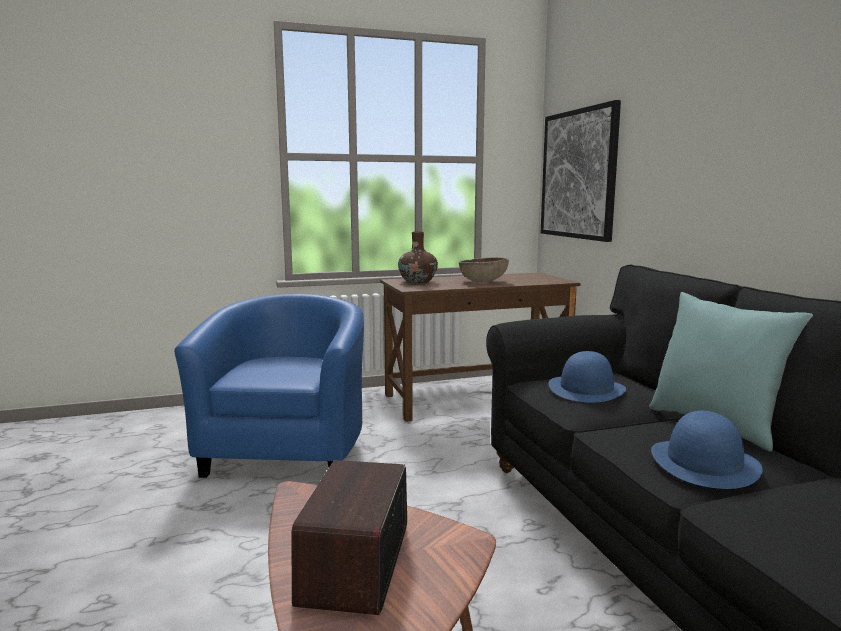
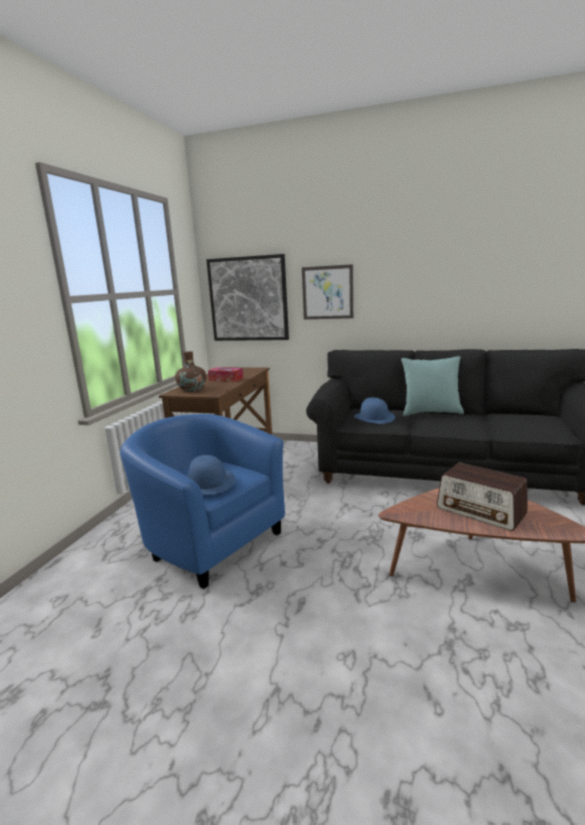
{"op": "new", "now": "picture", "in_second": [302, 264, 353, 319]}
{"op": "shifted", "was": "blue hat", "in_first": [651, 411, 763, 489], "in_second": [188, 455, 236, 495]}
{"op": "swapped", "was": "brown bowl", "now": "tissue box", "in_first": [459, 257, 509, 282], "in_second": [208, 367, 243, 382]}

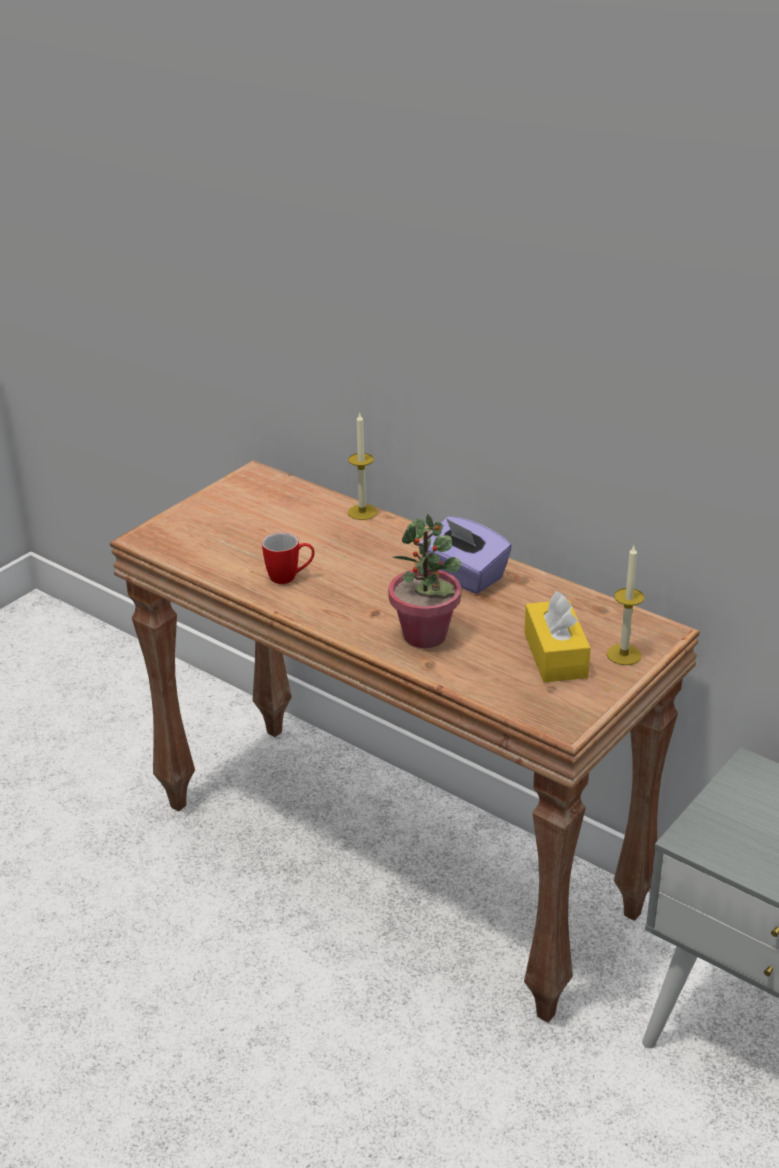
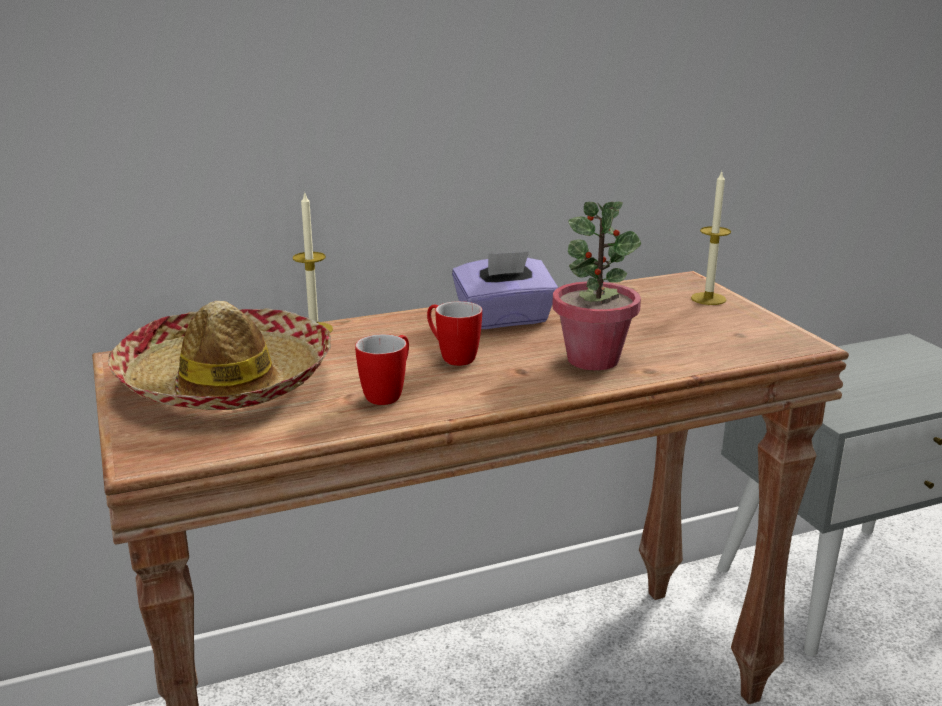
{"op": "gone", "was": "yellow tissue box", "in_first": [525, 591, 590, 682]}
{"op": "new", "now": "hat", "in_second": [108, 301, 331, 410]}
{"op": "new", "now": "mug", "in_second": [427, 301, 482, 366]}

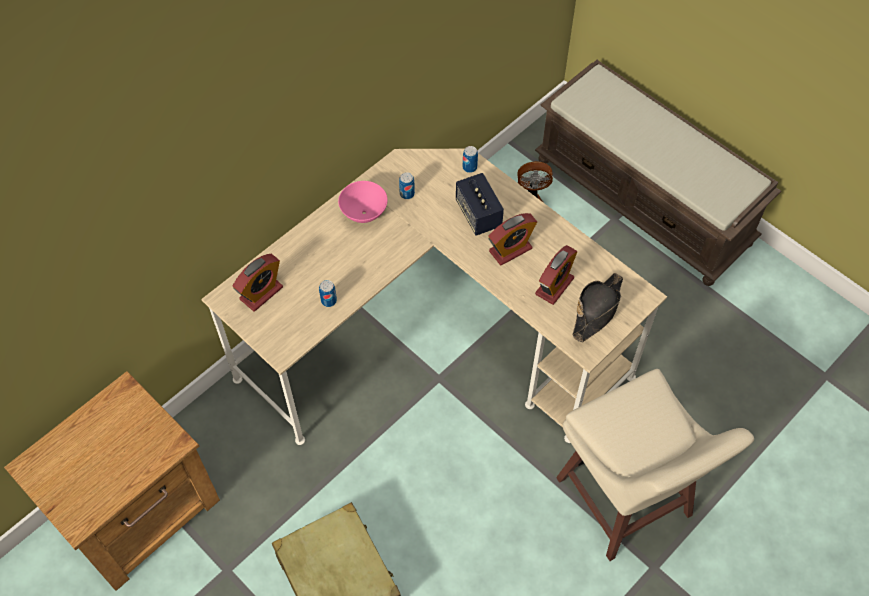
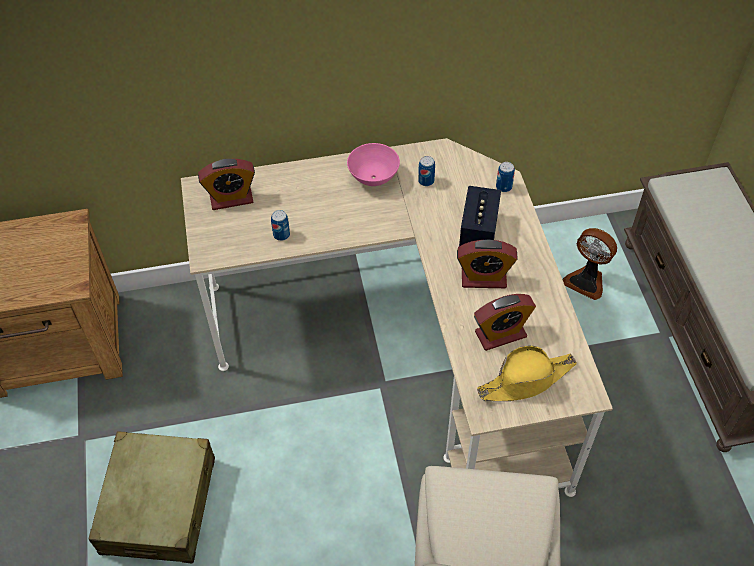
{"op": "repainted", "was": "black hat", "now": "yellow hat", "in_first": [572, 273, 623, 342], "in_second": [477, 345, 577, 401]}

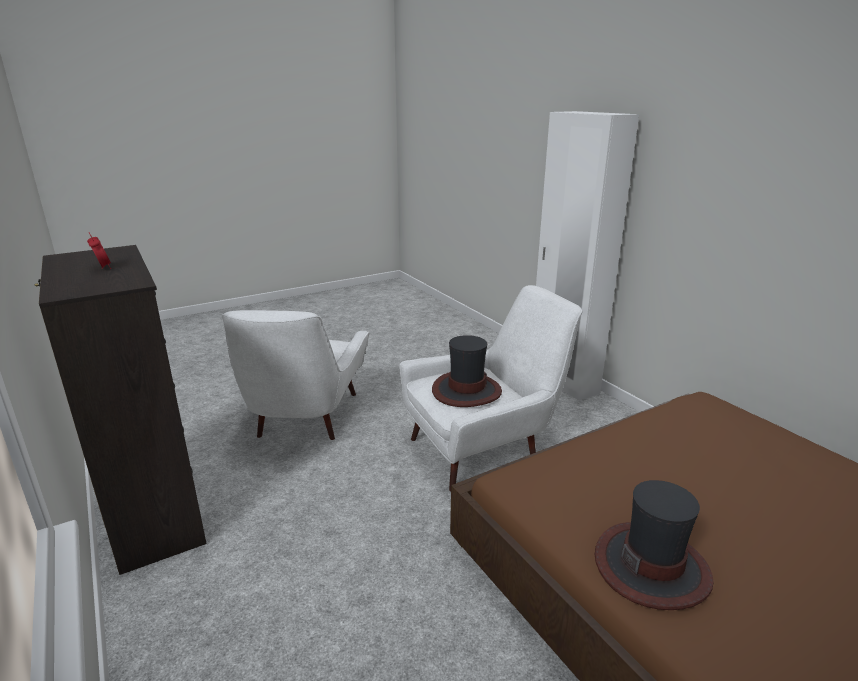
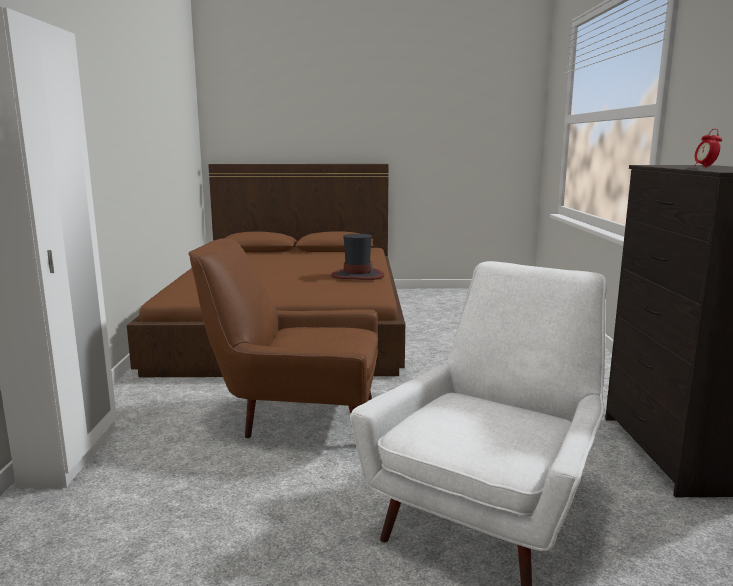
{"op": "gone", "was": "hat", "in_first": [432, 335, 502, 407]}
{"op": "repainted", "was": "white armchair", "now": "brown armchair", "in_first": [399, 285, 582, 491], "in_second": [188, 238, 378, 438]}

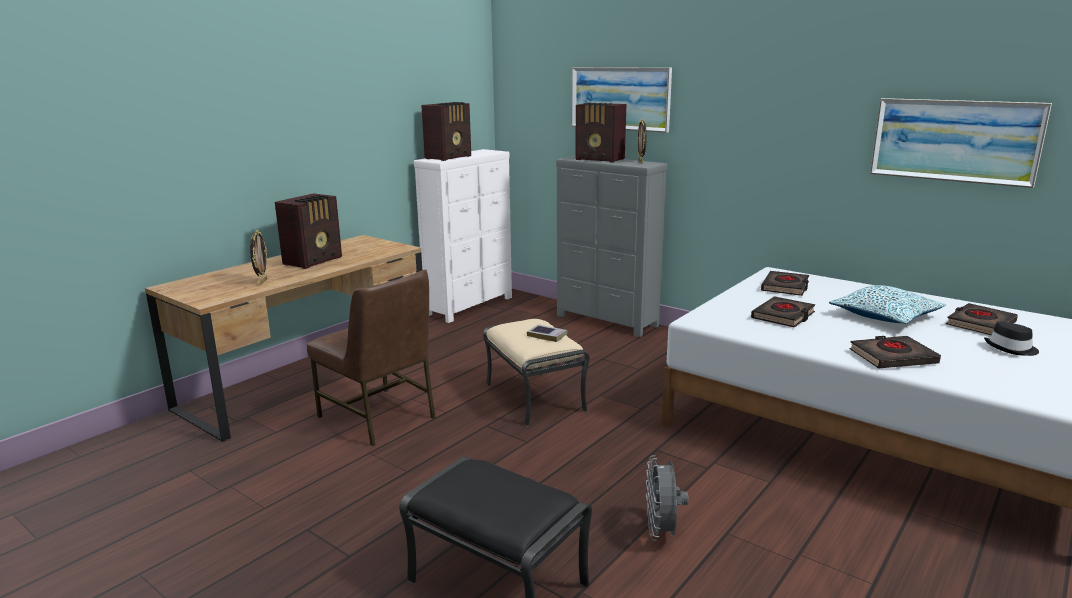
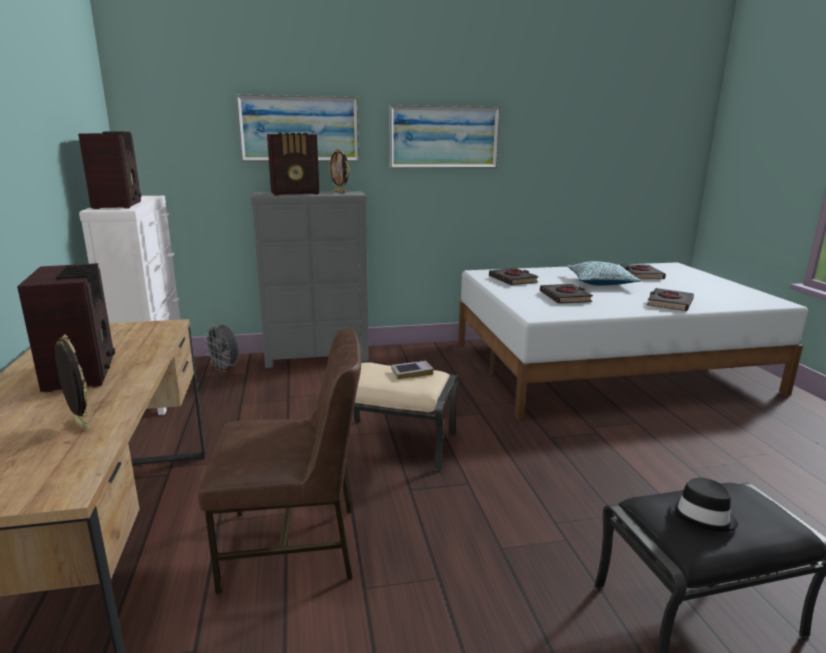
{"op": "shifted", "was": "grey fan", "in_first": [646, 455, 689, 541], "in_second": [203, 324, 239, 372]}
{"op": "shifted", "was": "picture", "in_first": [870, 98, 1052, 188], "in_second": [390, 105, 500, 169]}
{"op": "shifted", "was": "black hat", "in_first": [984, 322, 1039, 356], "in_second": [669, 477, 738, 532]}

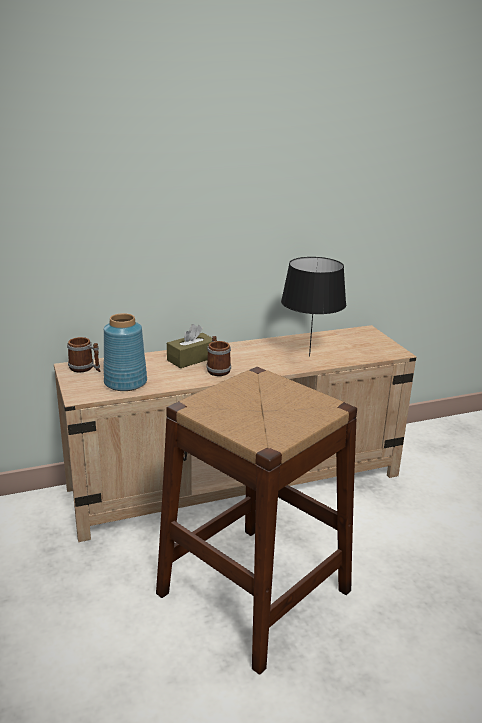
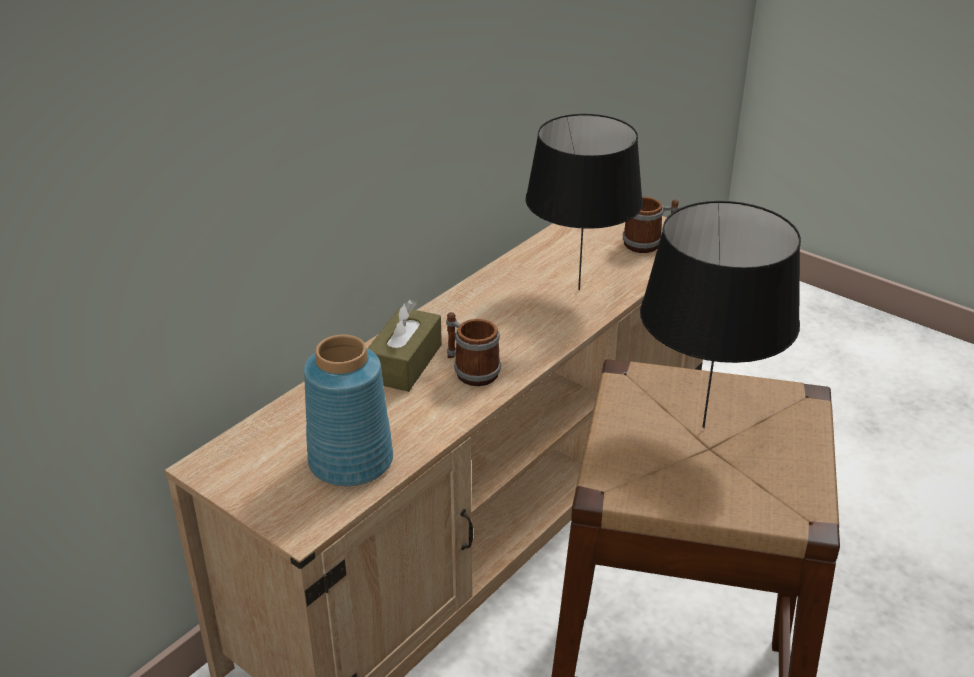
{"op": "new", "now": "black table lamp", "in_second": [640, 201, 801, 428]}
{"op": "shifted", "was": "mug", "in_first": [67, 337, 101, 372], "in_second": [623, 197, 679, 253]}

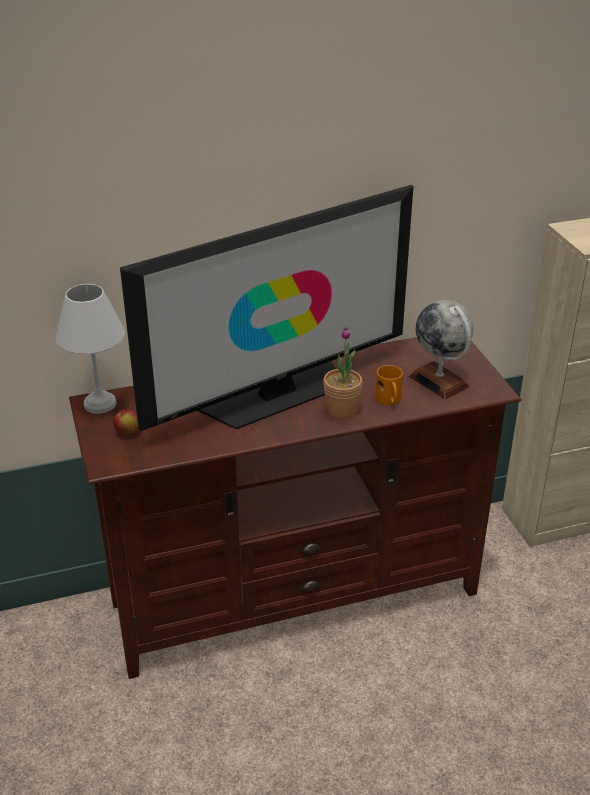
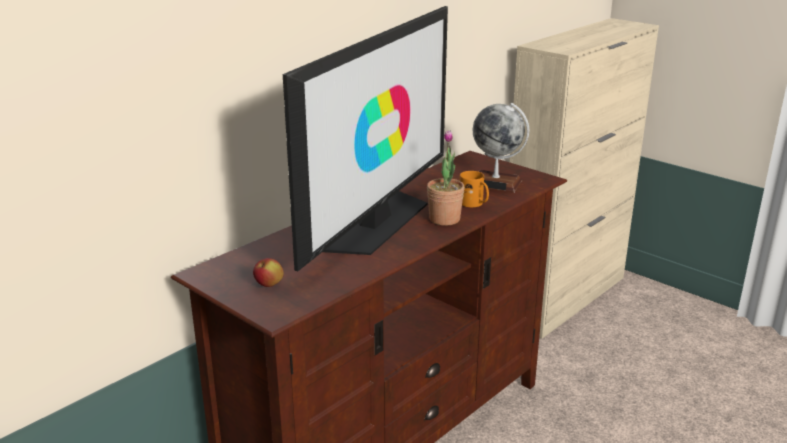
{"op": "gone", "was": "white table lamp", "in_first": [56, 284, 125, 414]}

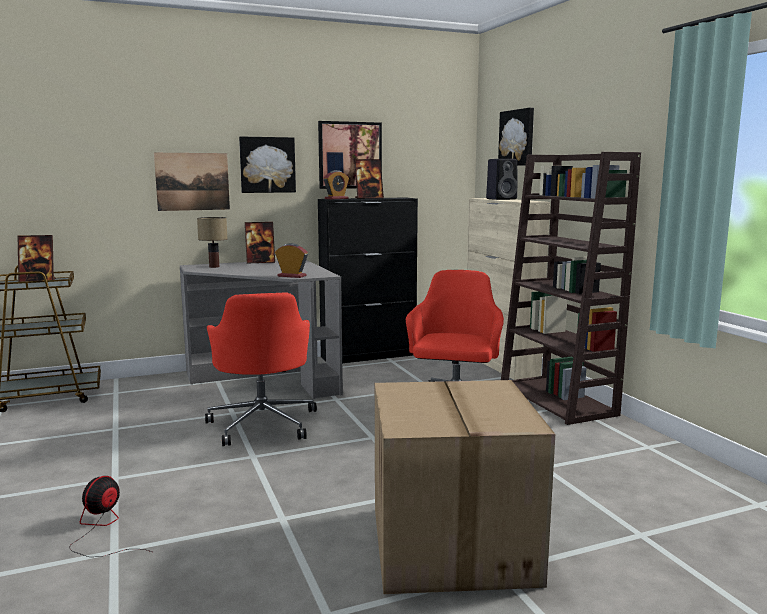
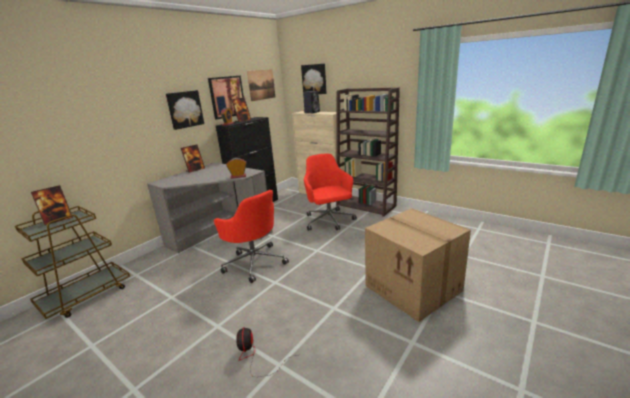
{"op": "gone", "was": "table lamp", "in_first": [197, 217, 227, 268]}
{"op": "shifted", "was": "picture", "in_first": [154, 153, 230, 211], "in_second": [247, 69, 276, 101]}

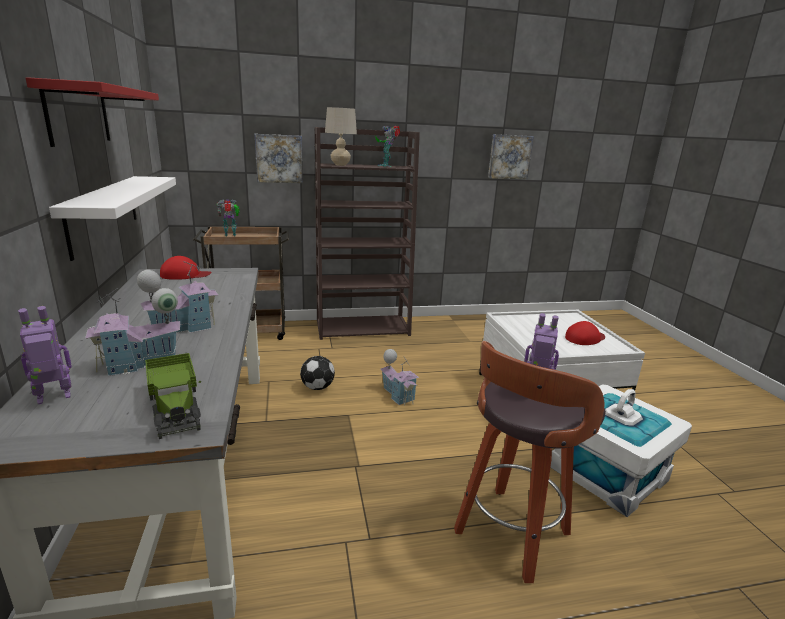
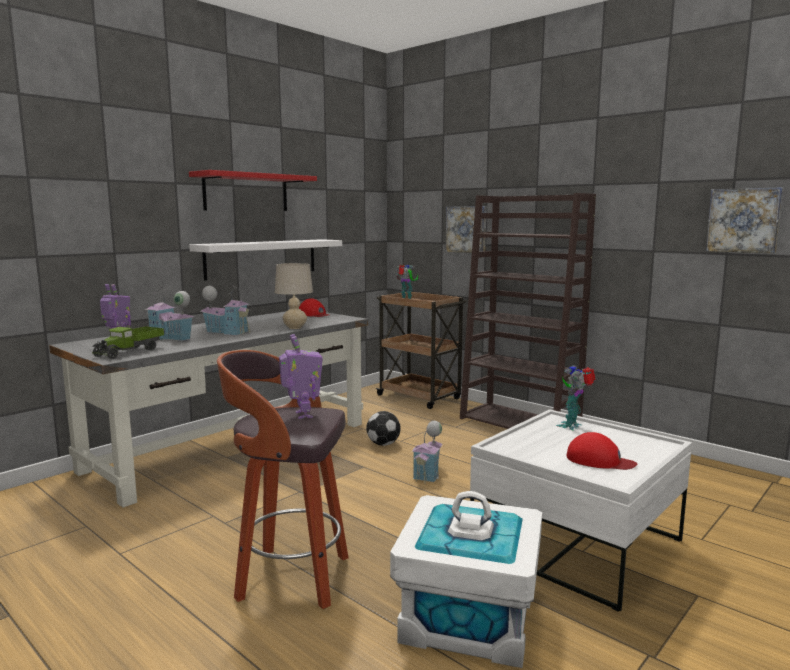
{"op": "shifted", "was": "beige table lamp", "in_first": [325, 107, 357, 166], "in_second": [275, 263, 313, 329]}
{"op": "shifted", "was": "toy robot", "in_first": [375, 126, 400, 167], "in_second": [556, 365, 596, 431]}

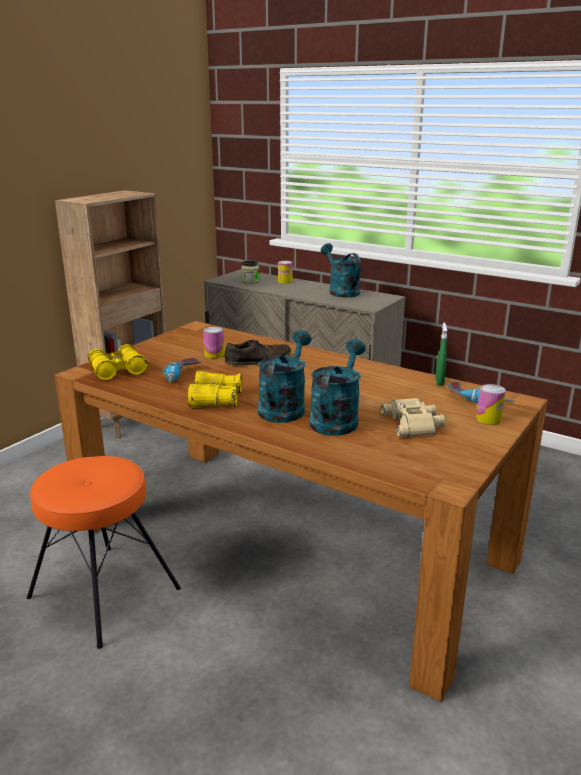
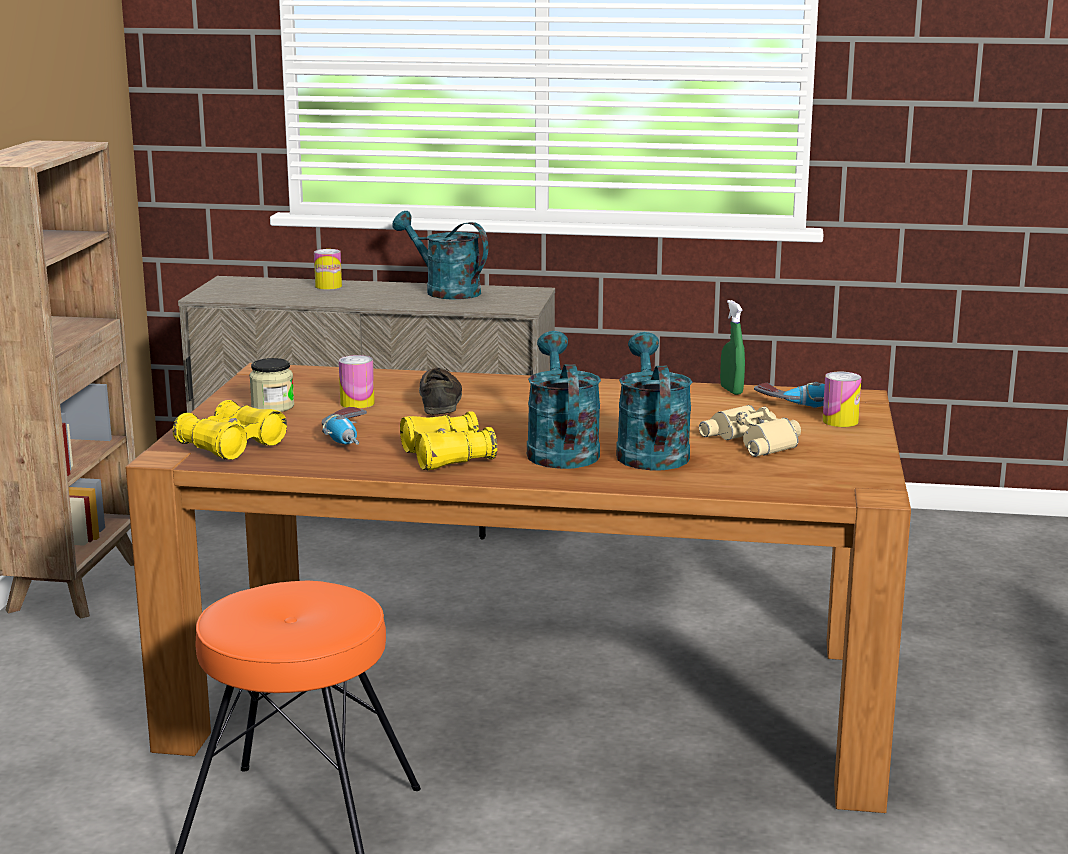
{"op": "shifted", "was": "jar", "in_first": [241, 260, 260, 283], "in_second": [249, 358, 294, 412]}
{"op": "rotated", "was": "brown shoe", "in_first": [225, 340, 291, 366], "in_second": [419, 368, 462, 415], "clockwise": -45}

